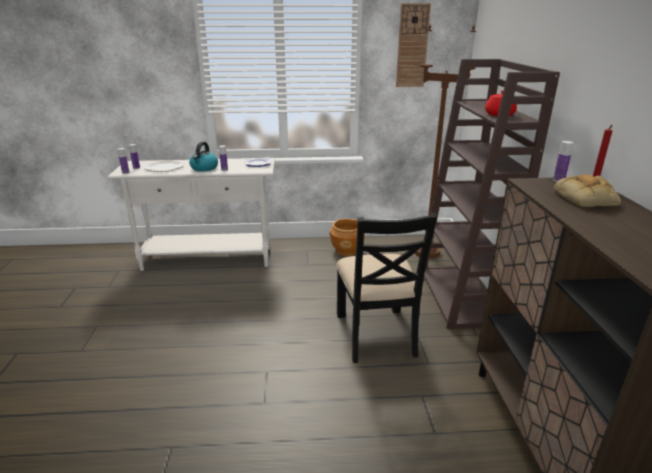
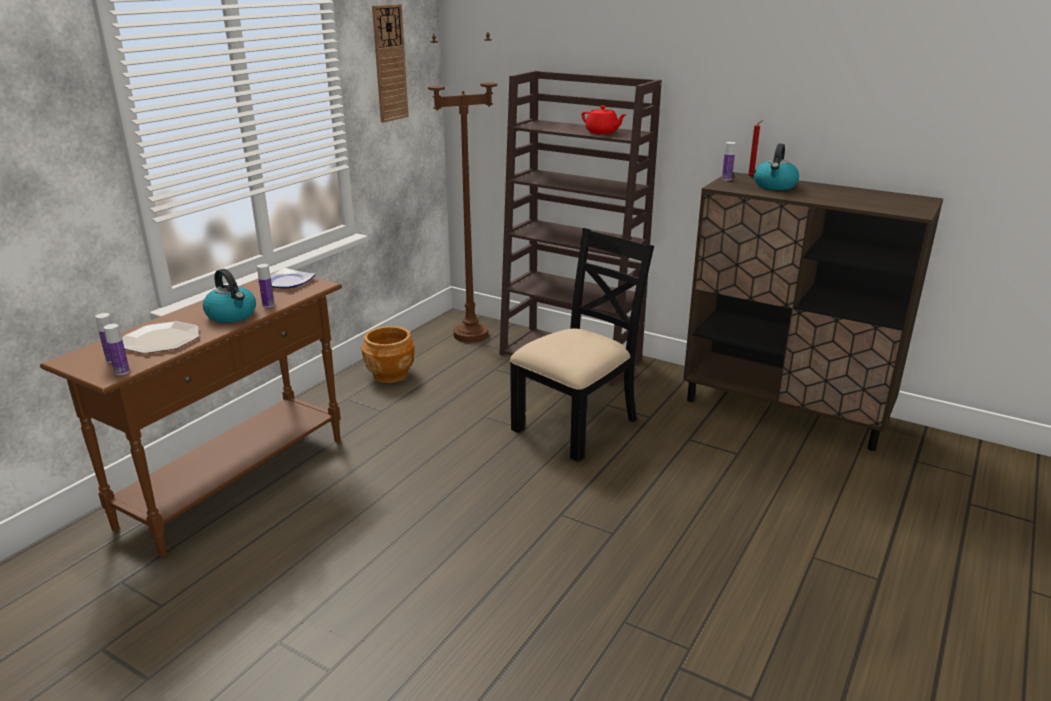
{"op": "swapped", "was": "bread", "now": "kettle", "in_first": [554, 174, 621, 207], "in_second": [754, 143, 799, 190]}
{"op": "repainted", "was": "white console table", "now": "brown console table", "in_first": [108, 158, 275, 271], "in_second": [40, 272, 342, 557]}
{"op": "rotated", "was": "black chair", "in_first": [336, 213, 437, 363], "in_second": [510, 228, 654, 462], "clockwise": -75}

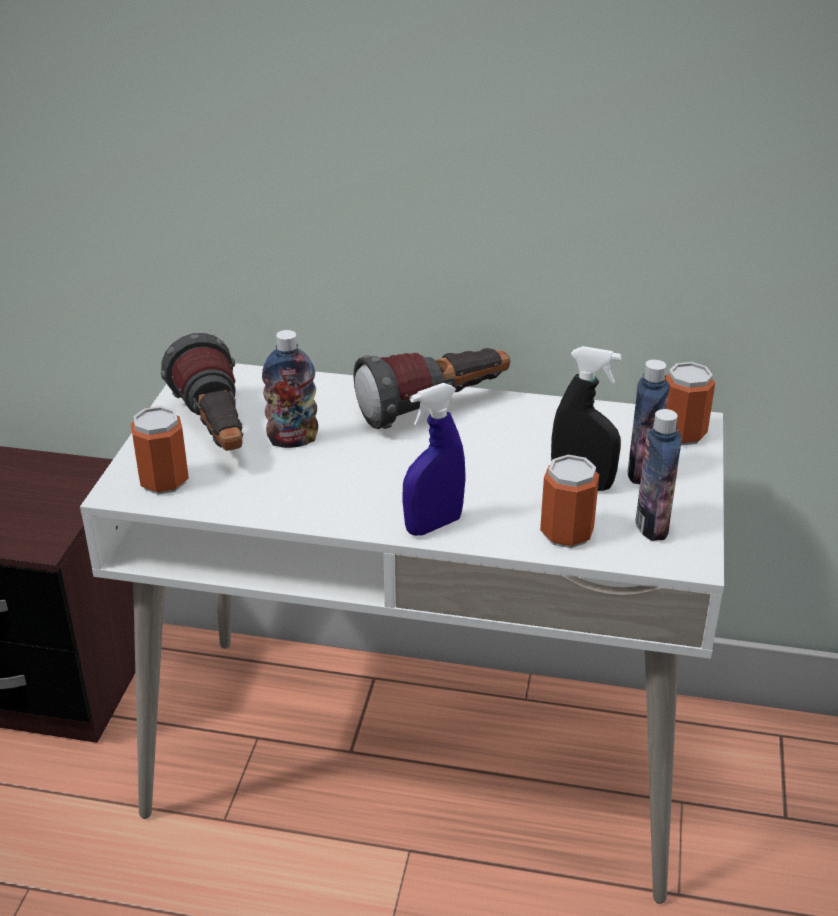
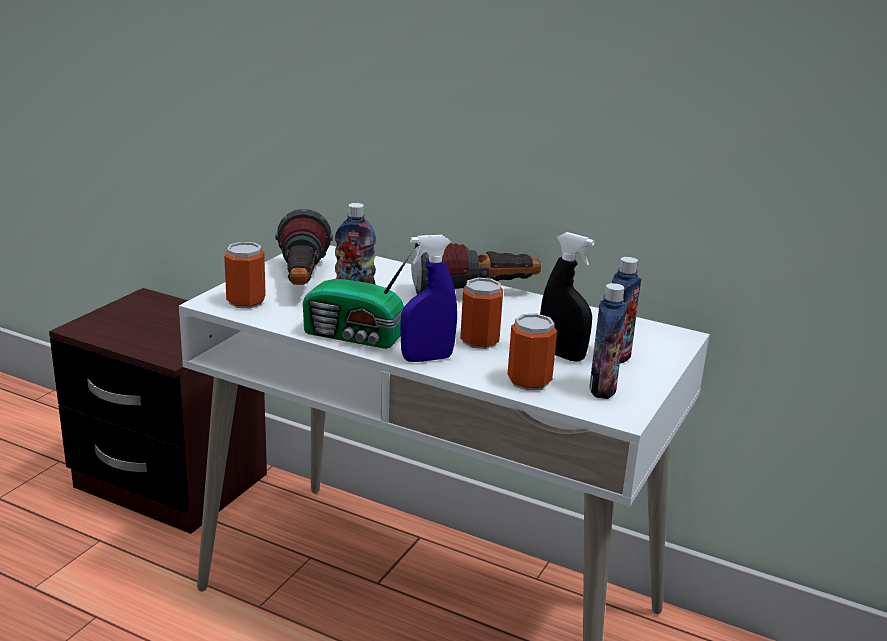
{"op": "new", "now": "radio", "in_second": [303, 249, 414, 349]}
{"op": "shifted", "was": "can", "in_first": [666, 362, 715, 445], "in_second": [460, 278, 503, 349]}

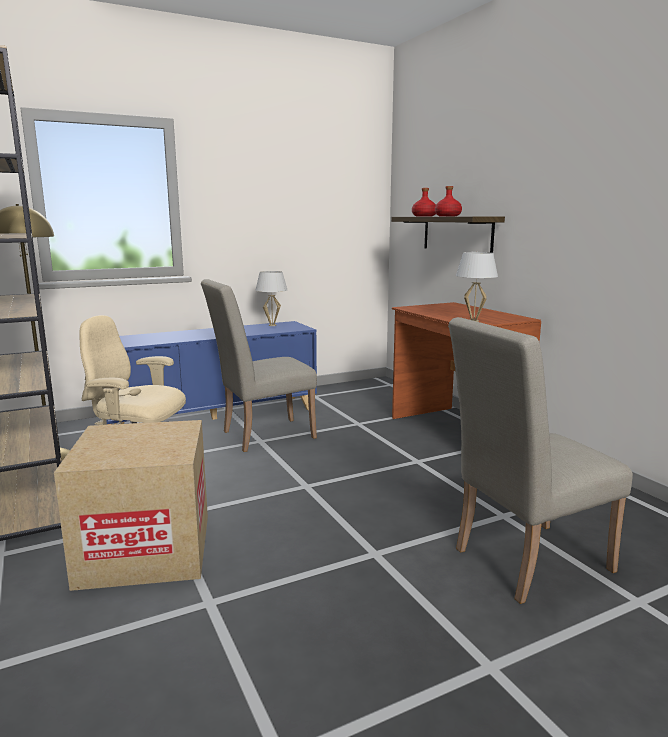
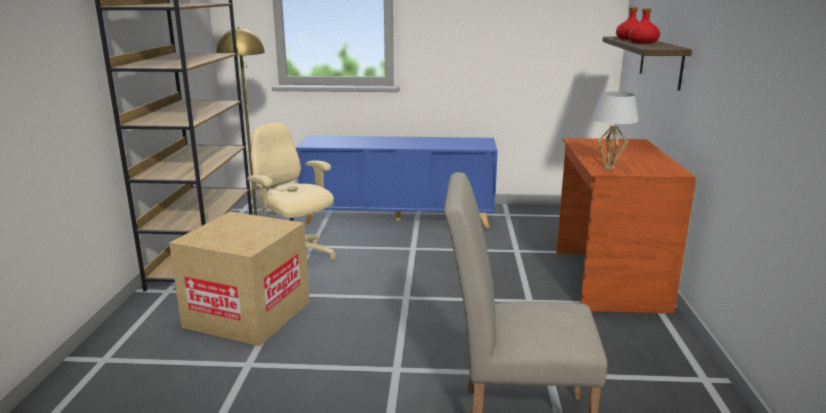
{"op": "gone", "was": "beige chair", "in_first": [201, 279, 317, 452]}
{"op": "gone", "was": "white table lamp", "in_first": [255, 271, 287, 326]}

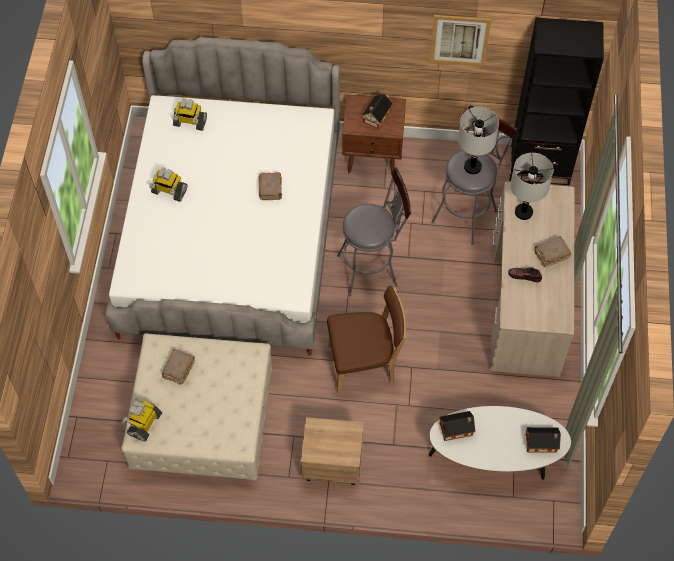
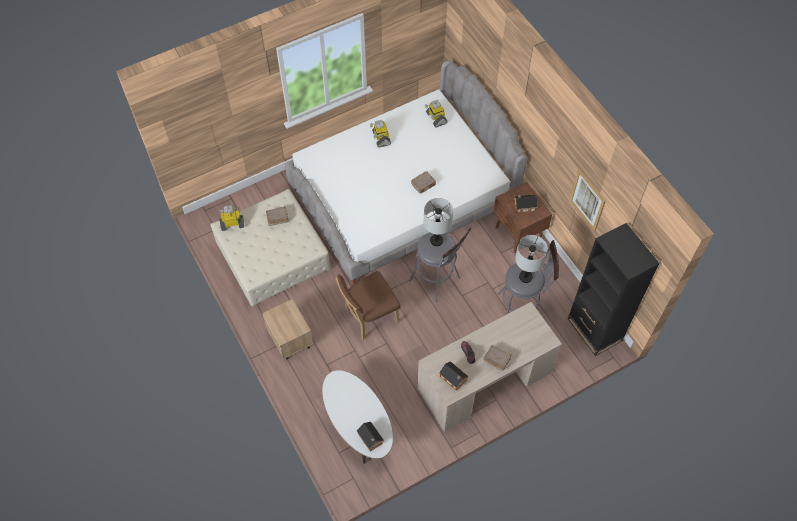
{"op": "shifted", "was": "toy house", "in_first": [439, 411, 476, 441], "in_second": [439, 361, 468, 391]}
{"op": "shifted", "was": "grey table lamp", "in_first": [510, 153, 553, 220], "in_second": [424, 198, 453, 247]}
{"op": "rotated", "was": "brown chair", "in_first": [327, 285, 407, 394], "in_second": [335, 271, 400, 340], "clockwise": 105}

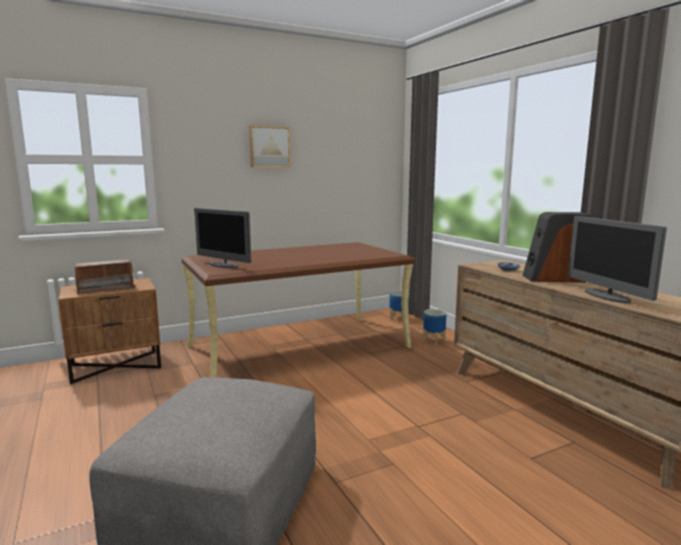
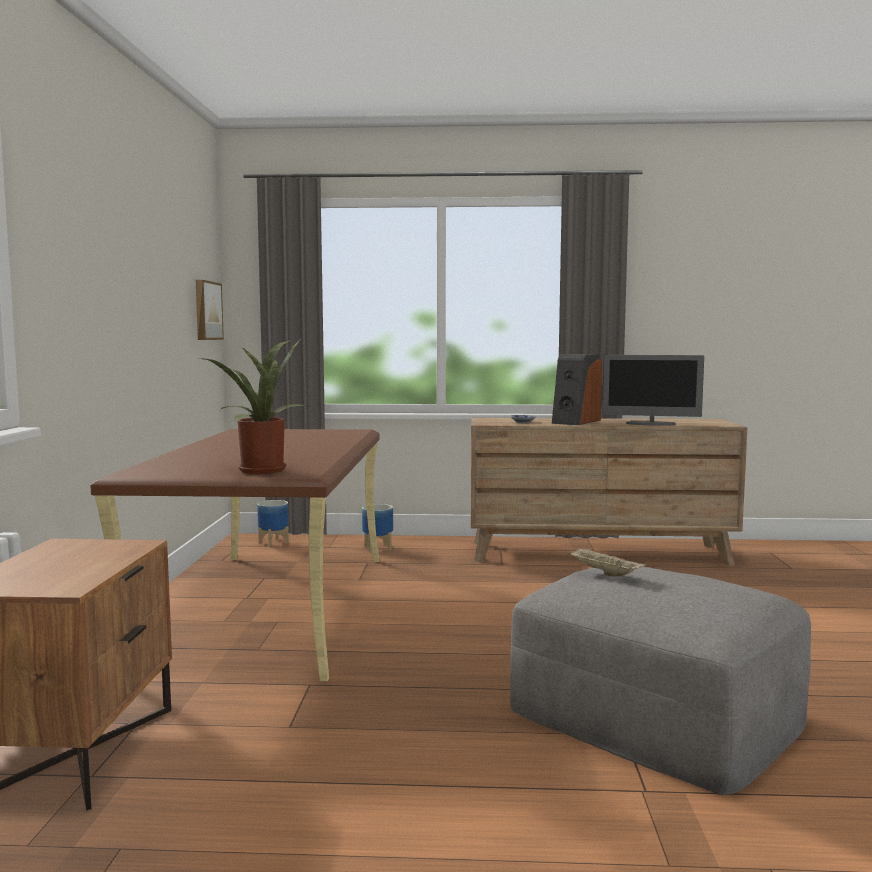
{"op": "gone", "was": "radio", "in_first": [74, 259, 137, 295]}
{"op": "new", "now": "beige tray", "in_second": [567, 547, 646, 576]}
{"op": "shifted", "was": "picture", "in_first": [249, 126, 290, 168], "in_second": [196, 280, 224, 340]}
{"op": "swapped", "was": "monitor", "now": "potted plant", "in_first": [194, 208, 251, 268], "in_second": [199, 340, 312, 474]}

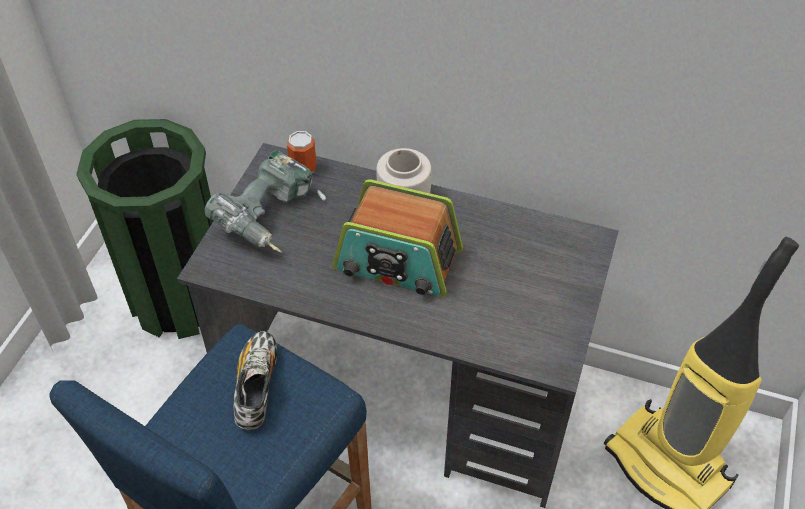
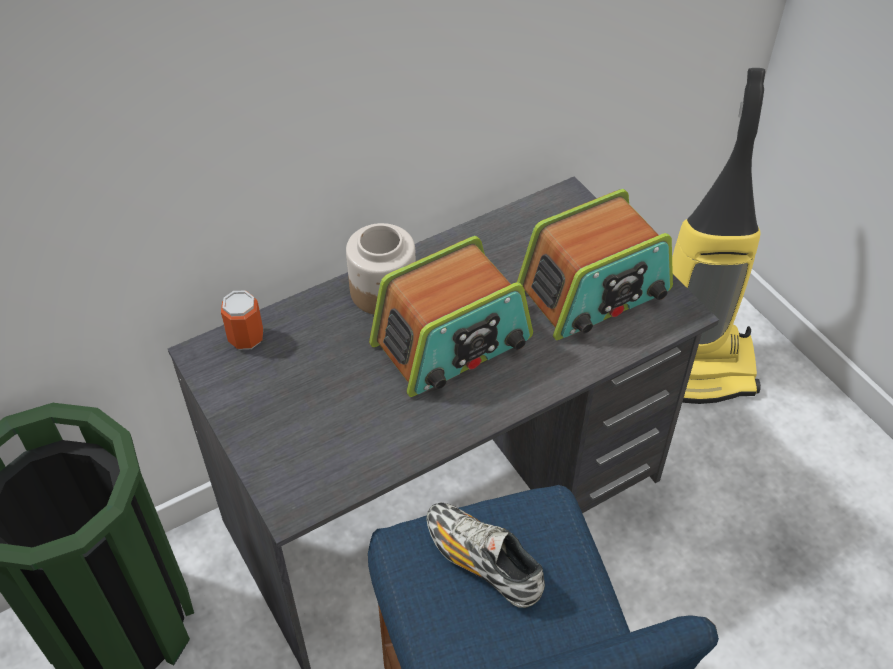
{"op": "gone", "was": "power drill", "in_first": [205, 151, 326, 253]}
{"op": "new", "now": "radio", "in_second": [517, 189, 673, 340]}

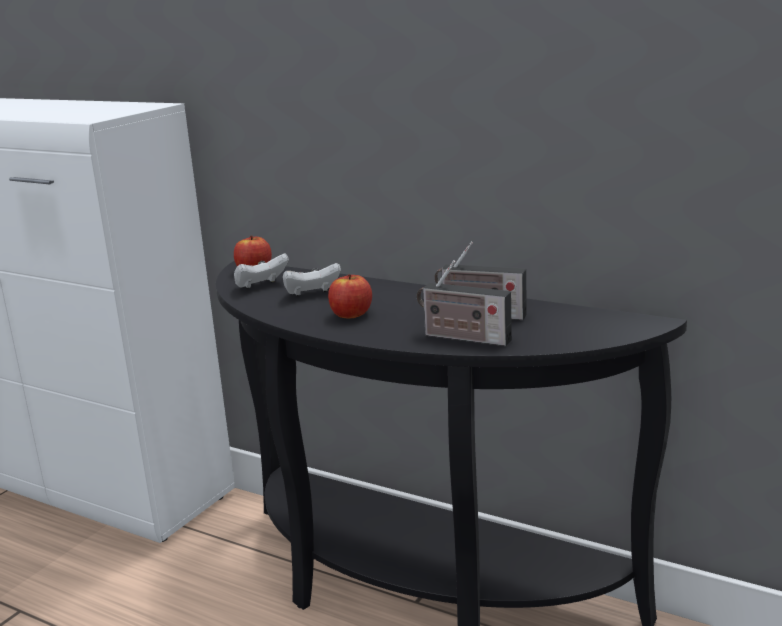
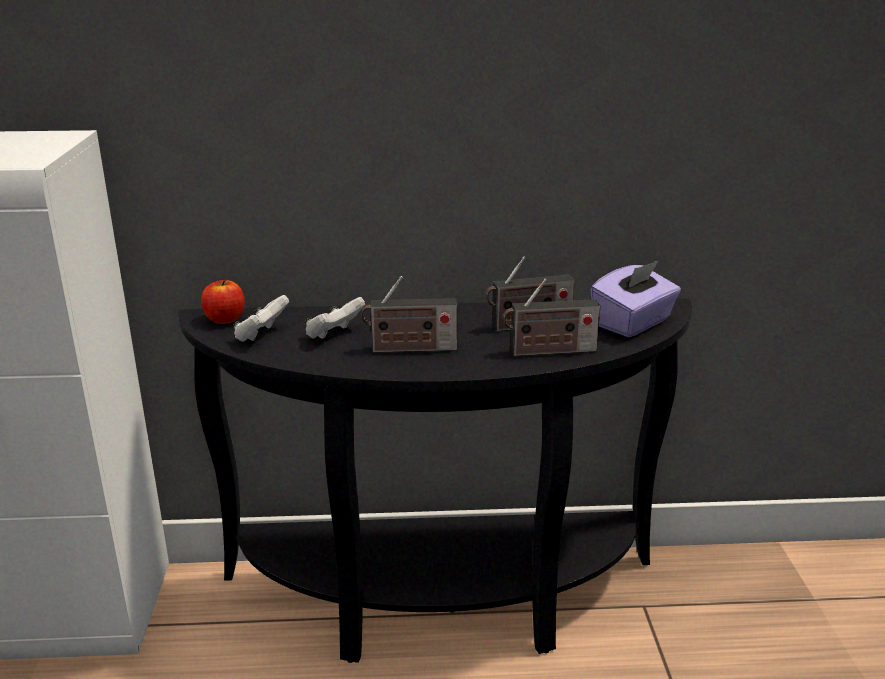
{"op": "new", "now": "purple tissue box", "in_second": [590, 260, 681, 337]}
{"op": "swapped", "was": "apple", "now": "radio", "in_first": [328, 274, 372, 319], "in_second": [362, 276, 458, 353]}

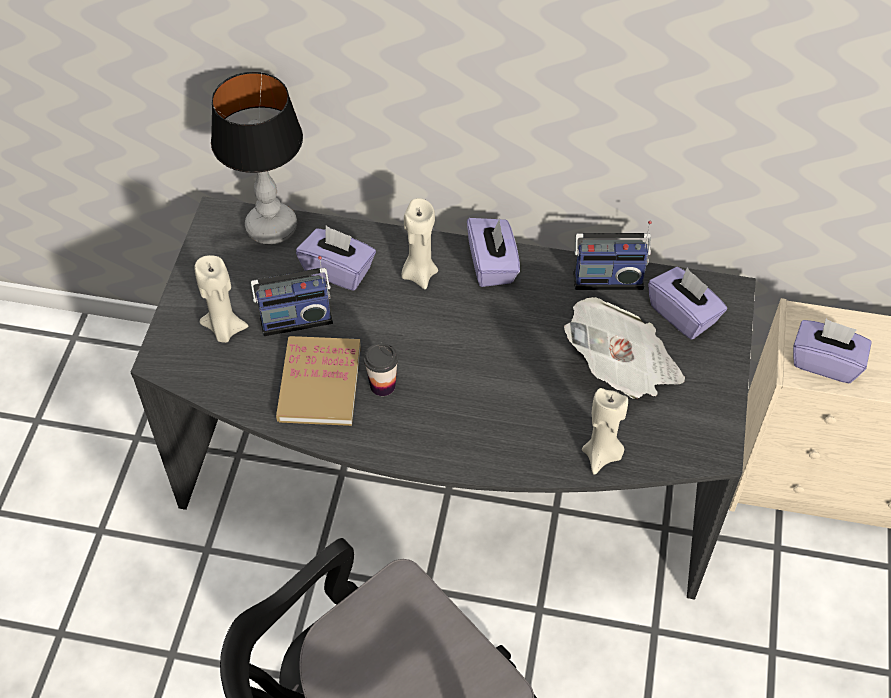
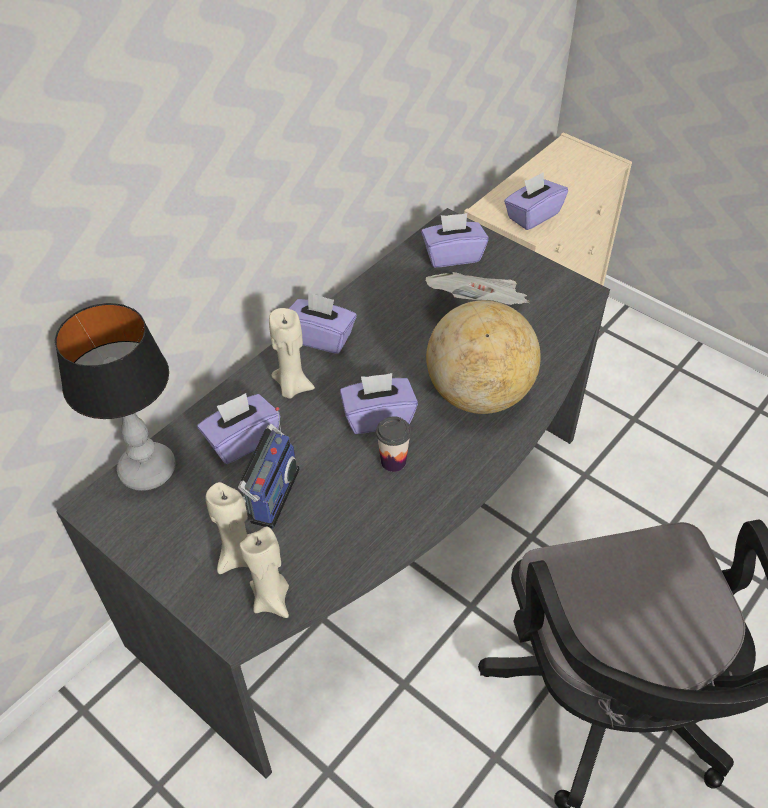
{"op": "gone", "was": "book", "in_first": [276, 336, 361, 426]}
{"op": "gone", "was": "radio", "in_first": [573, 221, 652, 290]}
{"op": "new", "now": "purple tissue box", "in_second": [340, 373, 418, 434]}
{"op": "new", "now": "globe", "in_second": [426, 300, 541, 414]}
{"op": "shifted", "was": "beige candle", "in_first": [582, 388, 628, 475], "in_second": [239, 527, 289, 618]}

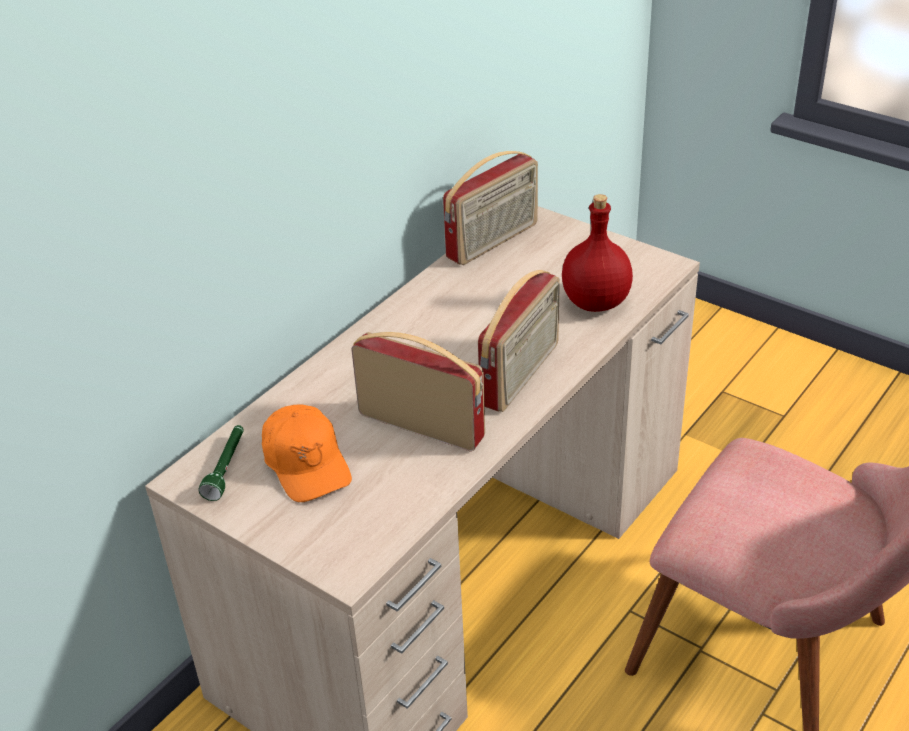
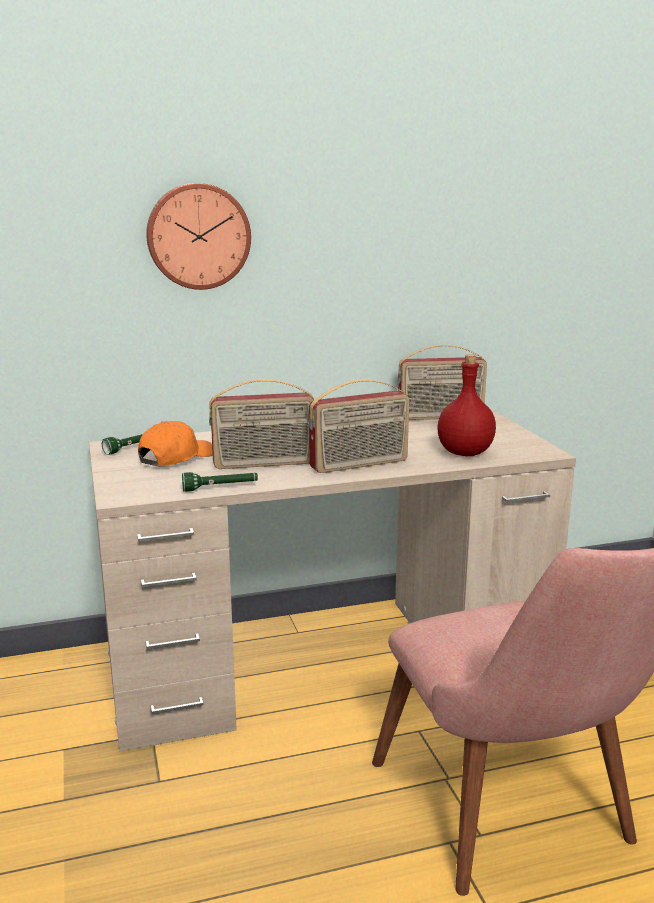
{"op": "new", "now": "wall clock", "in_second": [146, 183, 251, 290]}
{"op": "new", "now": "green flashlight", "in_second": [182, 472, 258, 492]}
{"op": "rotated", "was": "orange cap", "in_first": [262, 404, 352, 502], "in_second": [138, 421, 213, 466], "clockwise": -150}
{"op": "rotated", "was": "radio", "in_first": [351, 332, 485, 451], "in_second": [209, 379, 314, 469], "clockwise": 105}

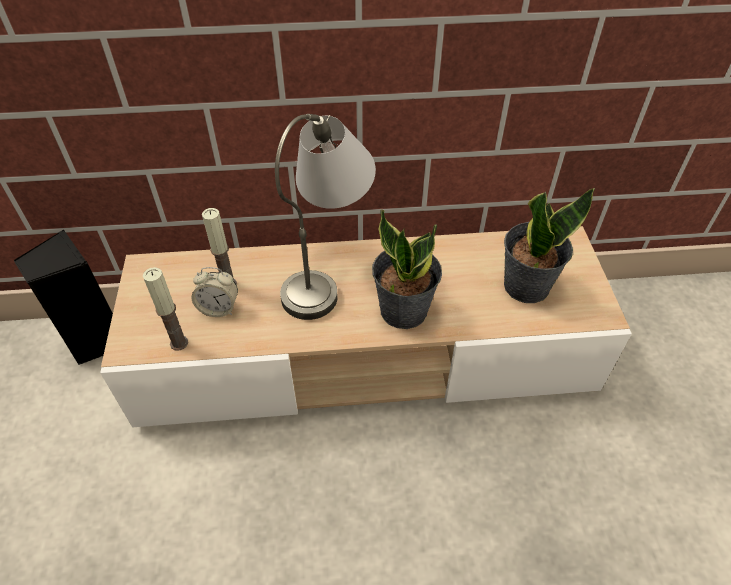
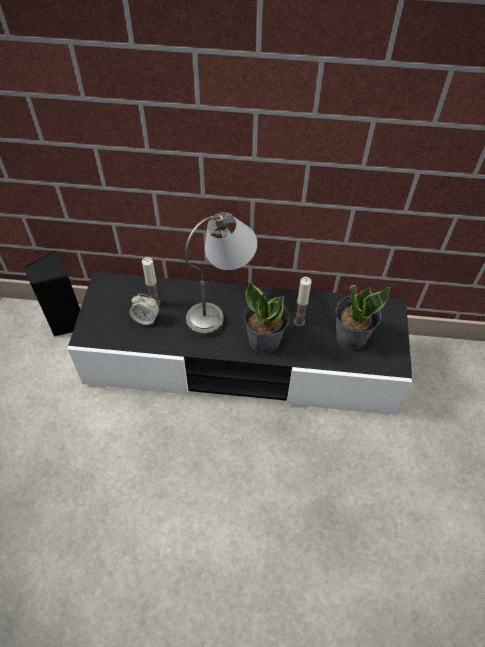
{"op": "shifted", "was": "candle", "in_first": [143, 267, 188, 351], "in_second": [294, 277, 312, 327]}
{"op": "repainted", "was": "beige tv stand", "now": "black tv stand", "in_first": [100, 226, 632, 427], "in_second": [68, 272, 412, 415]}

